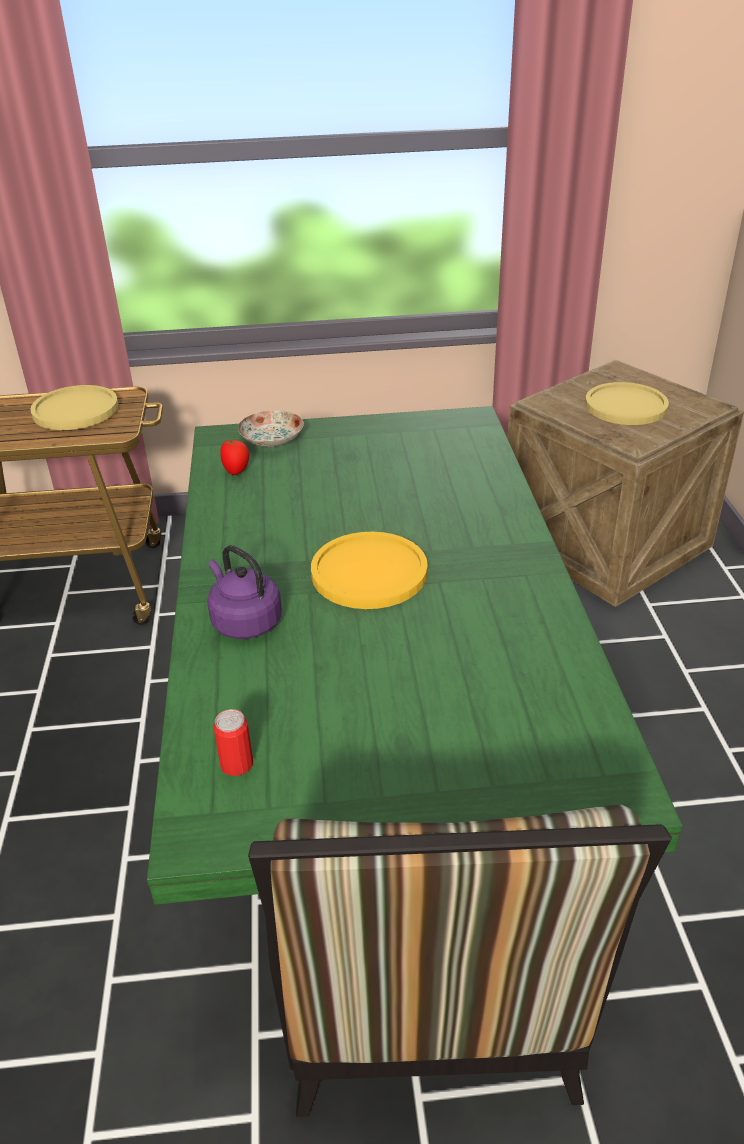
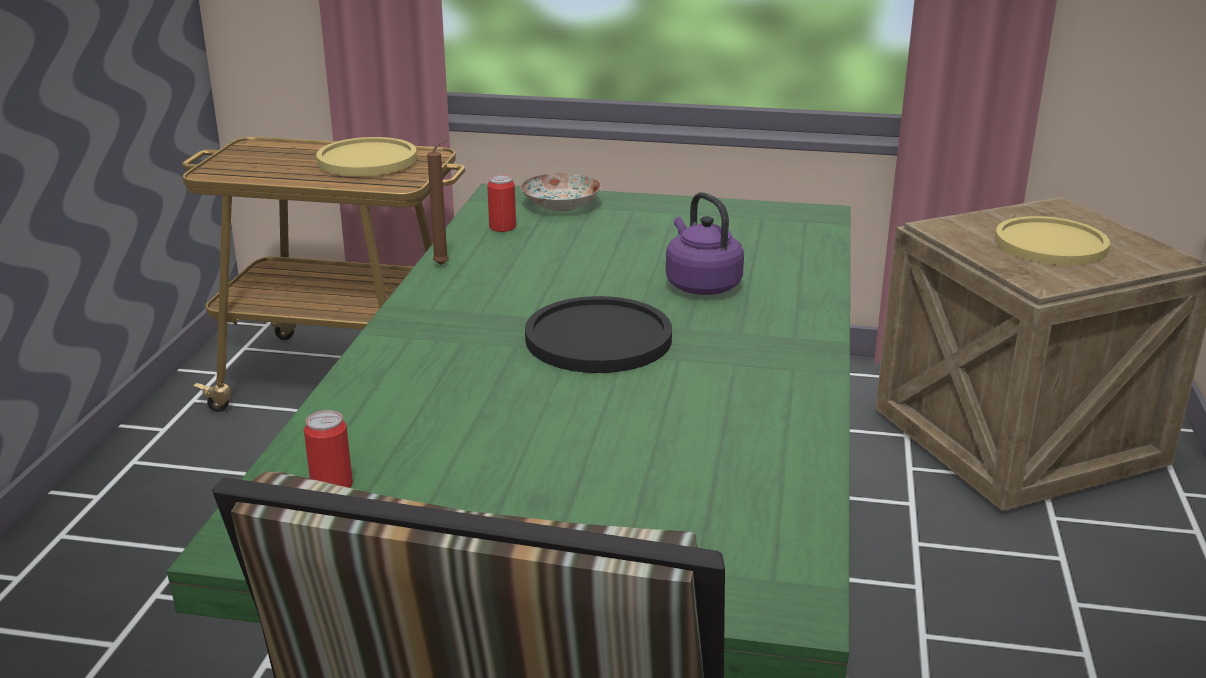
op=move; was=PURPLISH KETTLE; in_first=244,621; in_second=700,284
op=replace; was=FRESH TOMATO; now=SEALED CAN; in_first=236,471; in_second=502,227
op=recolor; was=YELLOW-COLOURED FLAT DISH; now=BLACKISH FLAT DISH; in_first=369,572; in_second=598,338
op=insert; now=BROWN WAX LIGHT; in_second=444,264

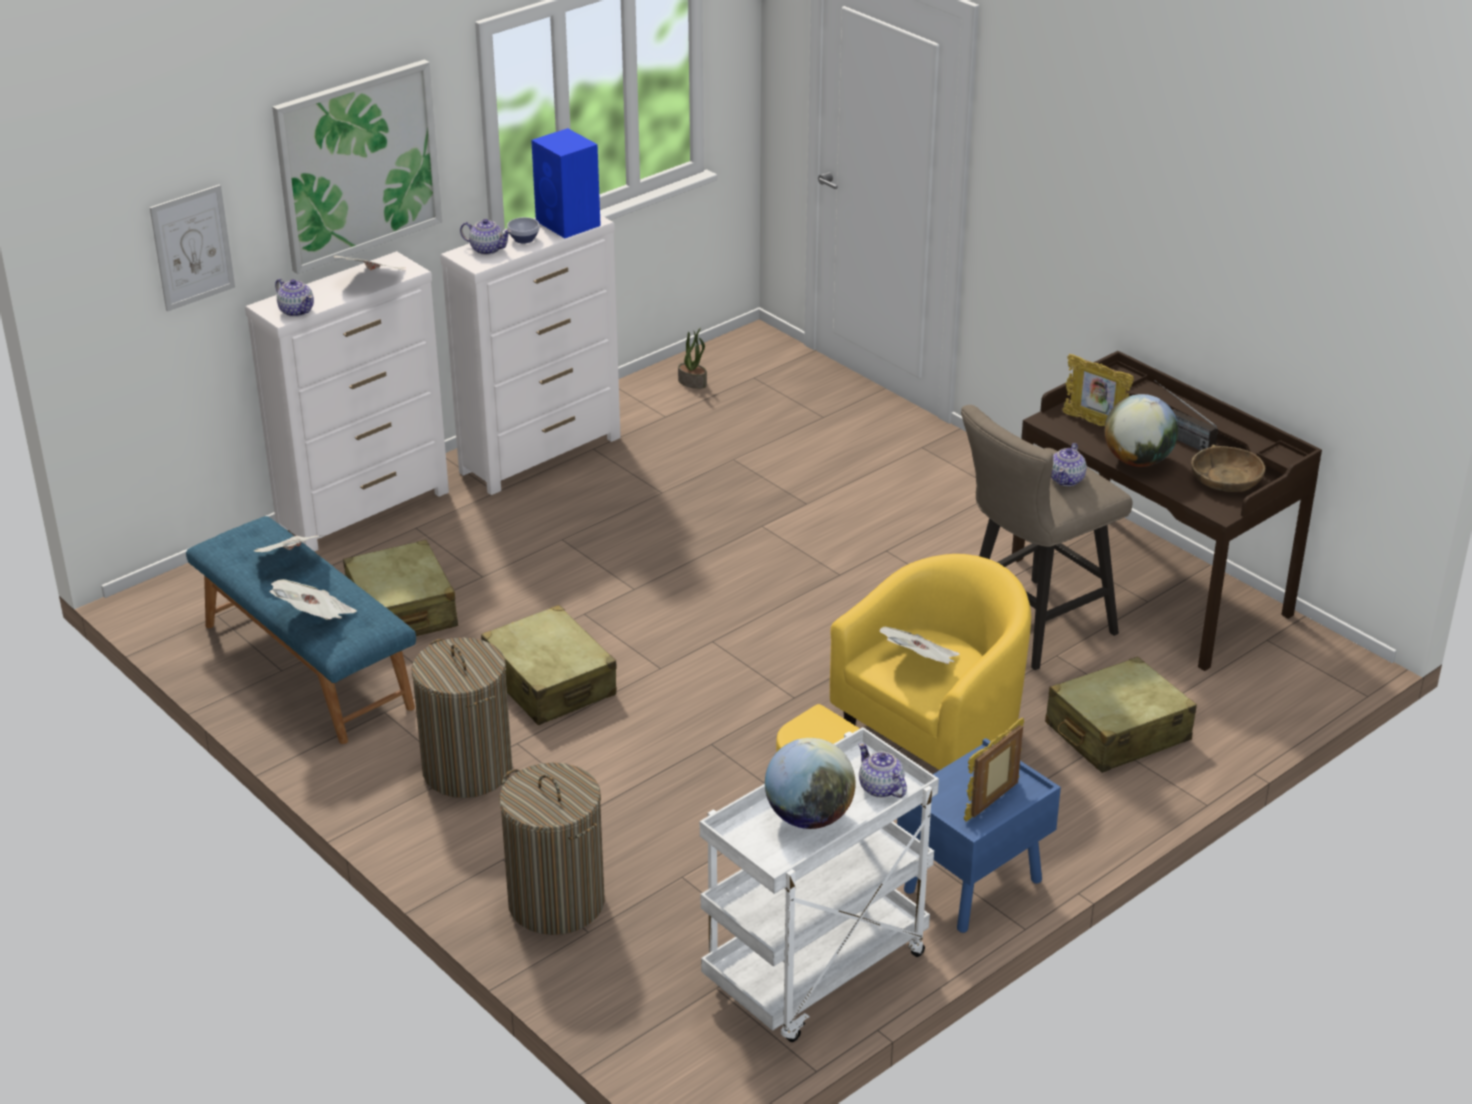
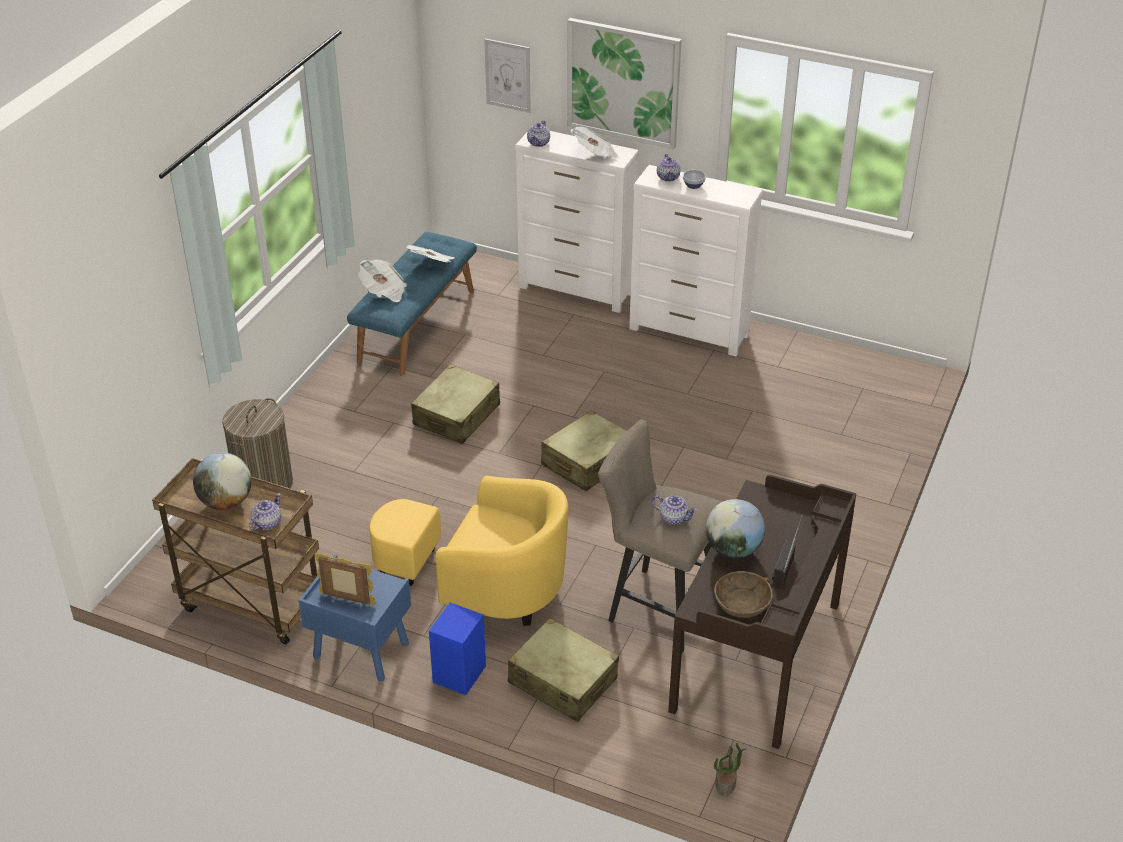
op=move; was=BEIGE-COLOURED TRAVEL CASE; in_first=402,611; in_second=587,462
op=delete; was=HAMPER; in_first=467,770
op=move; was=BLUISH LOUDSPEAKER; in_first=569,224; in_second=458,675
op=move; was=HOUSEPLANT; in_first=693,382; in_second=726,783
op=recolor; was=WHITE-COLOURED WHEELED CART; now=BROWN WHEELED CART; in_first=816,973; in_second=249,604
op=delete; was=NEWSPAPER; in_first=920,663
op=rotate; was=TEA POT; in_first=1067,479; in_second=673,518; clockwise=-150
op=delete; was=STANDING FRAME; in_first=1095,424

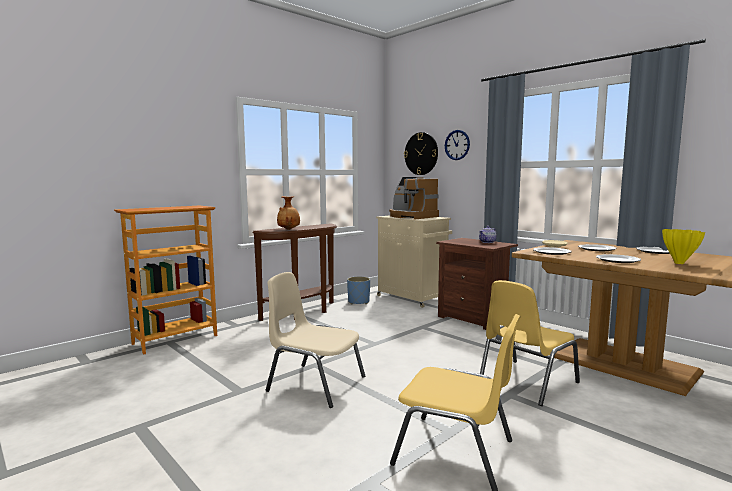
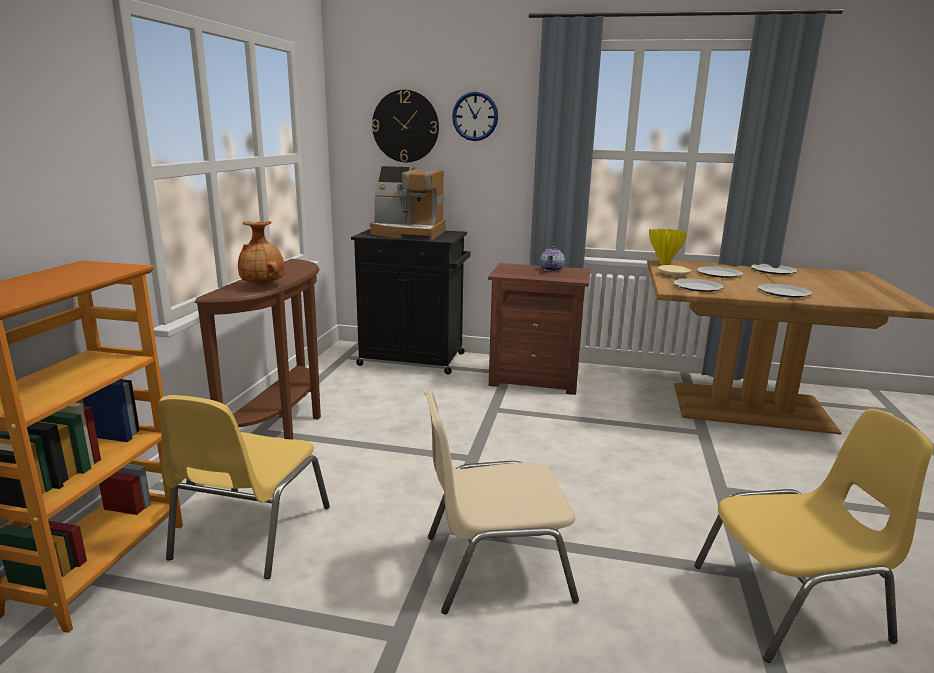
op=delete; was=BLUISH FLOWER POT; in_first=359,302
op=recolor; was=BEIGE-COLOURED STORAGE CABINET; now=BLACKISH STORAGE CABINET; in_first=413,298; in_second=414,359
op=move; was=YELLOW-COLOURED PLAIN CHAIR; in_first=526,382; in_second=249,533
op=move; was=YELLOW-COLOURED VASE; in_first=679,263; in_second=664,263

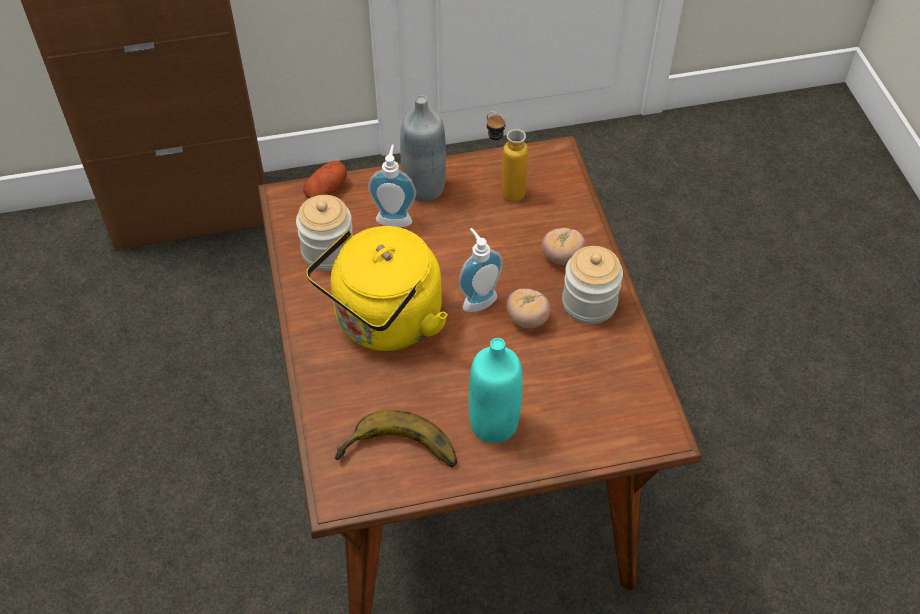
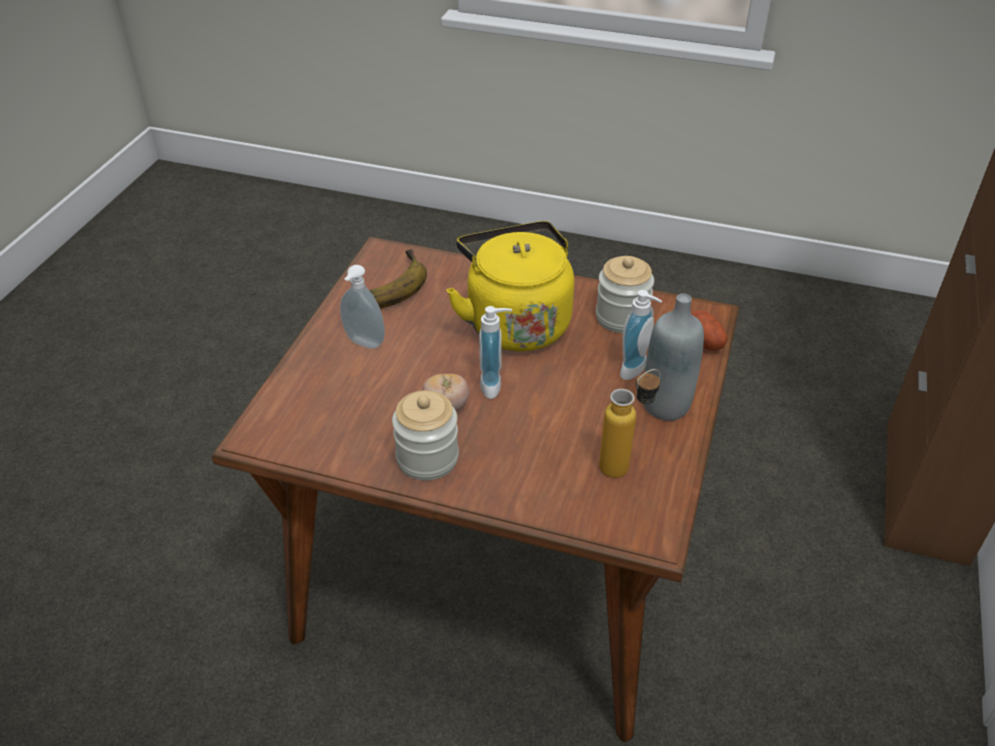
op=replace; was=TURQUOISE-COLOURED BOTTLE; now=SOAP BOTTLE; in_first=494,424; in_second=363,343
op=delete; was=FRESH TOMATO; in_first=562,257

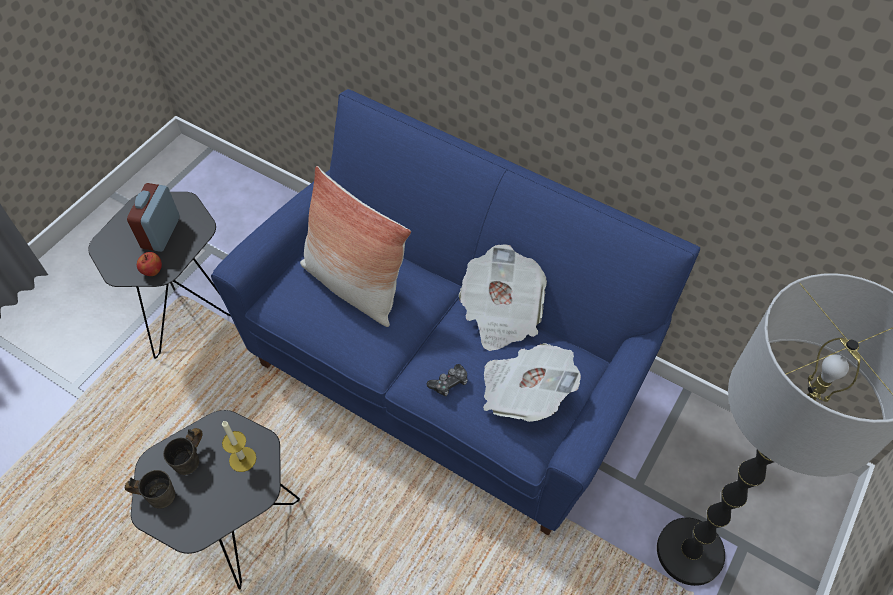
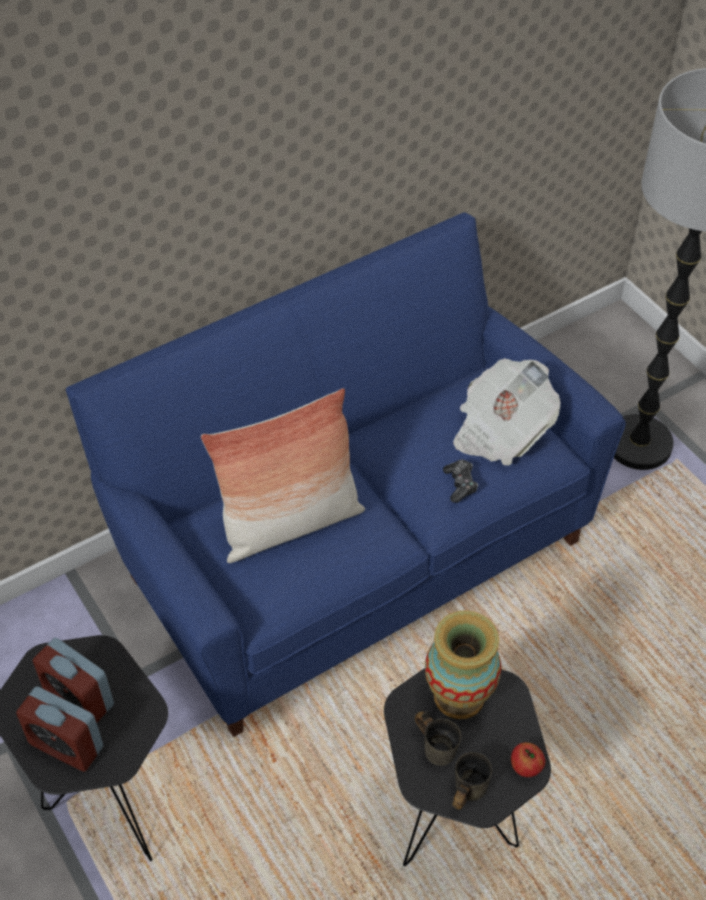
op=move; was=APPLE; in_first=152,271; in_second=526,767
op=replace; was=WAX LIGHT; now=VASE; in_first=242,459; in_second=459,696
op=delete; was=NEWSPAPER; in_first=501,312
op=insert; now=BEDSIDE CLOCK; in_second=66,745

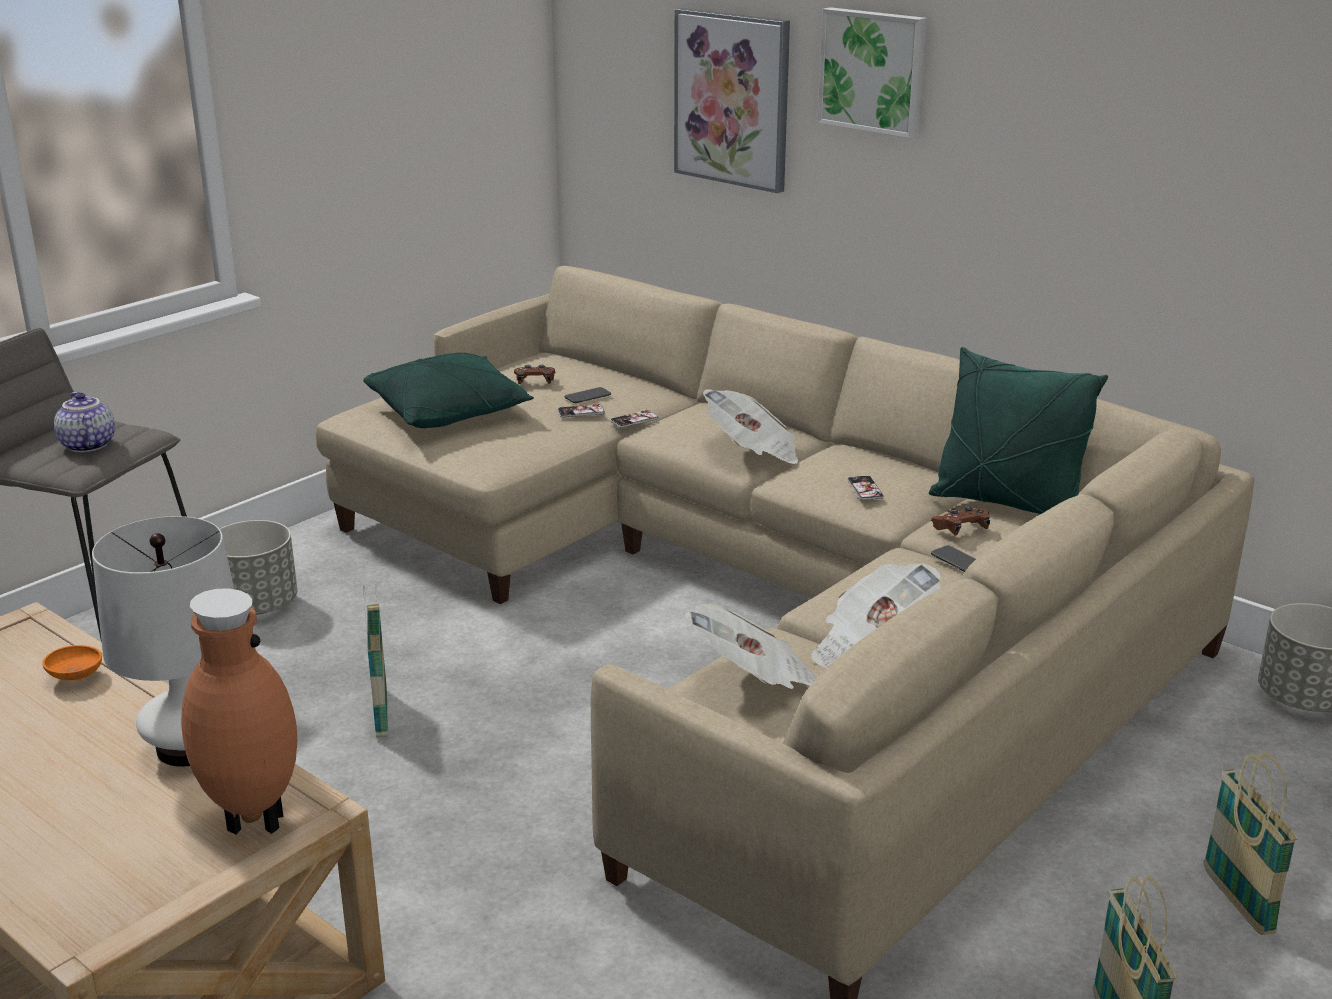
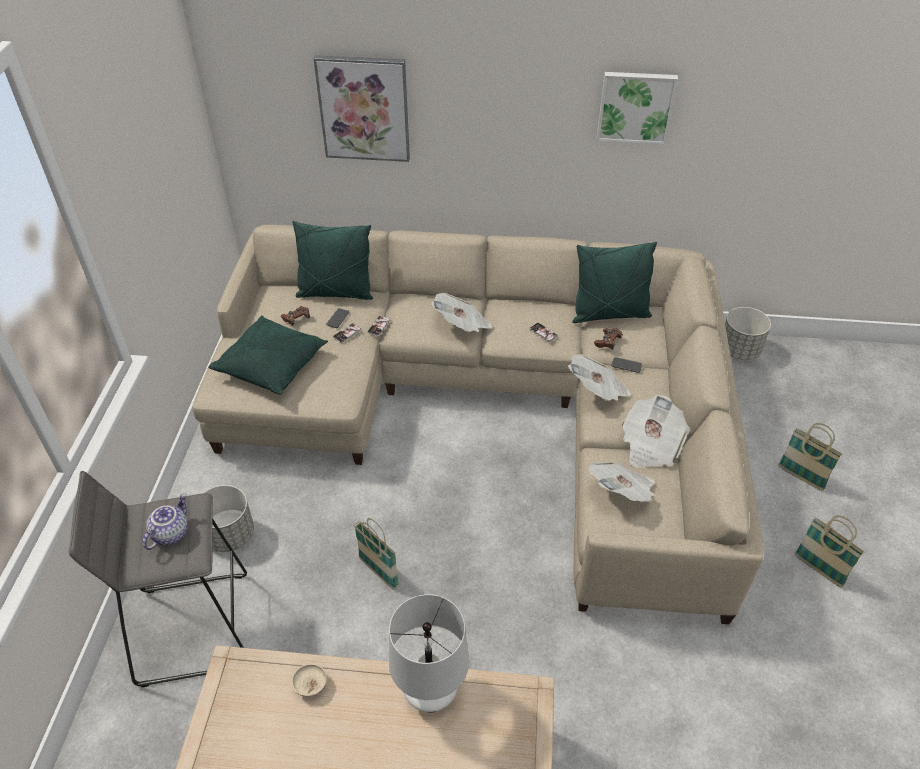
op=recolor; was=ORANGE DEEP DISH; now=BEIGE-COLOURED DEEP DISH; in_first=75,675; in_second=310,685
op=rotate; was=TEA POT; in_first=86,445; in_second=170,533; clockwise=90
op=delete; was=BROWN VASE; in_first=251,822
op=move; was=WALL ART; in_first=874,71; in_second=635,106
op=insert; now=GREEN CUSHION; in_second=336,292
op=insert; now=NEWSPAPER; in_second=597,390

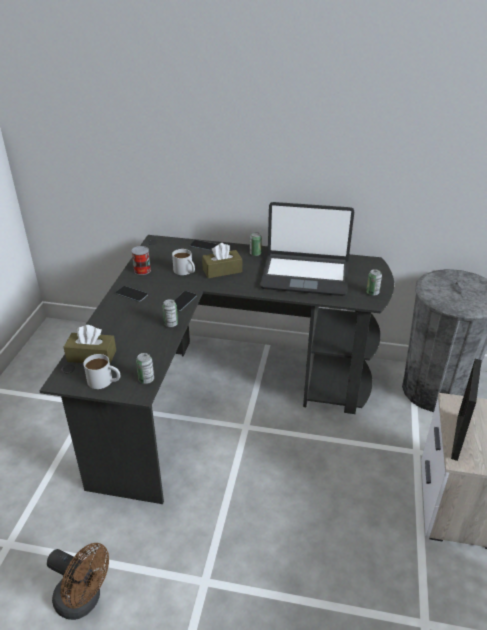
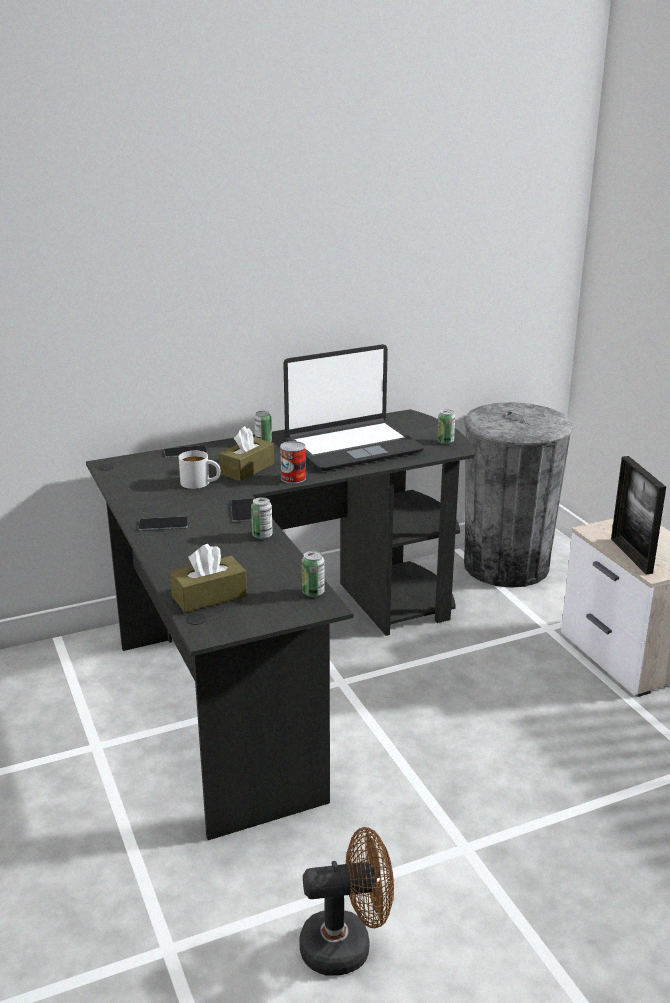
op=delete; was=WHITE-COLOURED MUG; in_first=104,381
op=move; was=SEALED CAN; in_first=142,270; in_second=293,478

